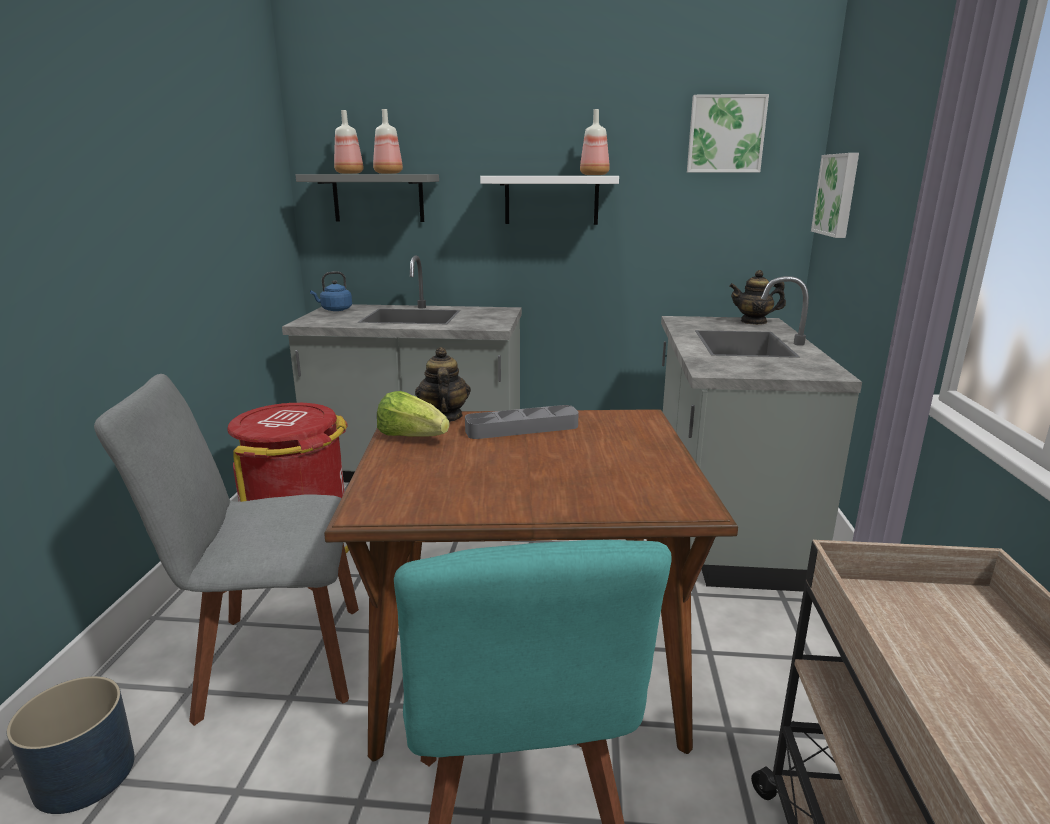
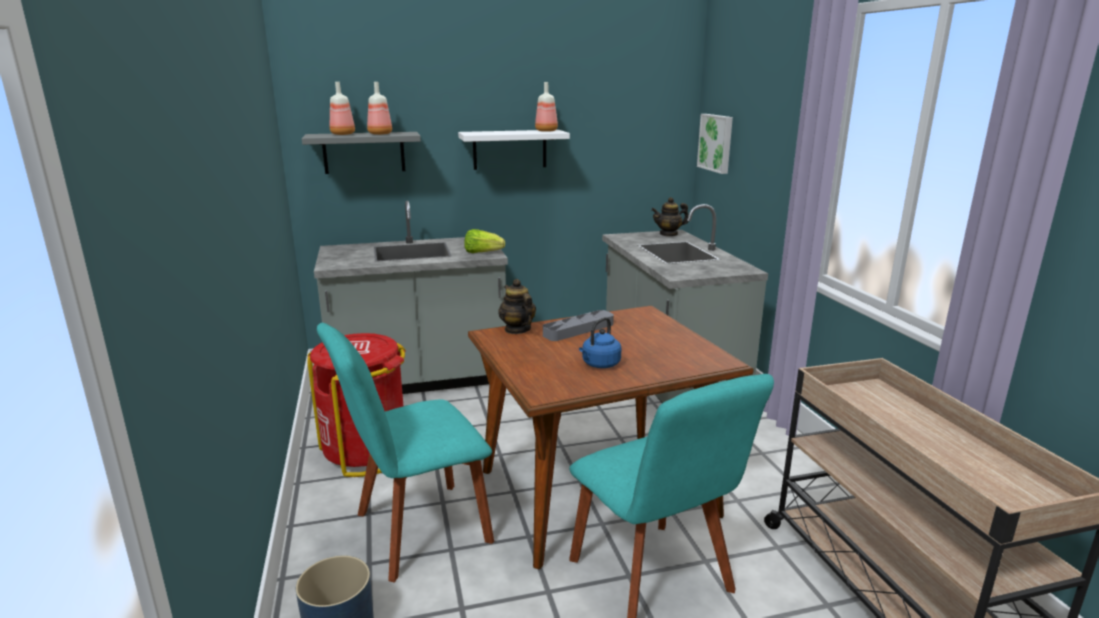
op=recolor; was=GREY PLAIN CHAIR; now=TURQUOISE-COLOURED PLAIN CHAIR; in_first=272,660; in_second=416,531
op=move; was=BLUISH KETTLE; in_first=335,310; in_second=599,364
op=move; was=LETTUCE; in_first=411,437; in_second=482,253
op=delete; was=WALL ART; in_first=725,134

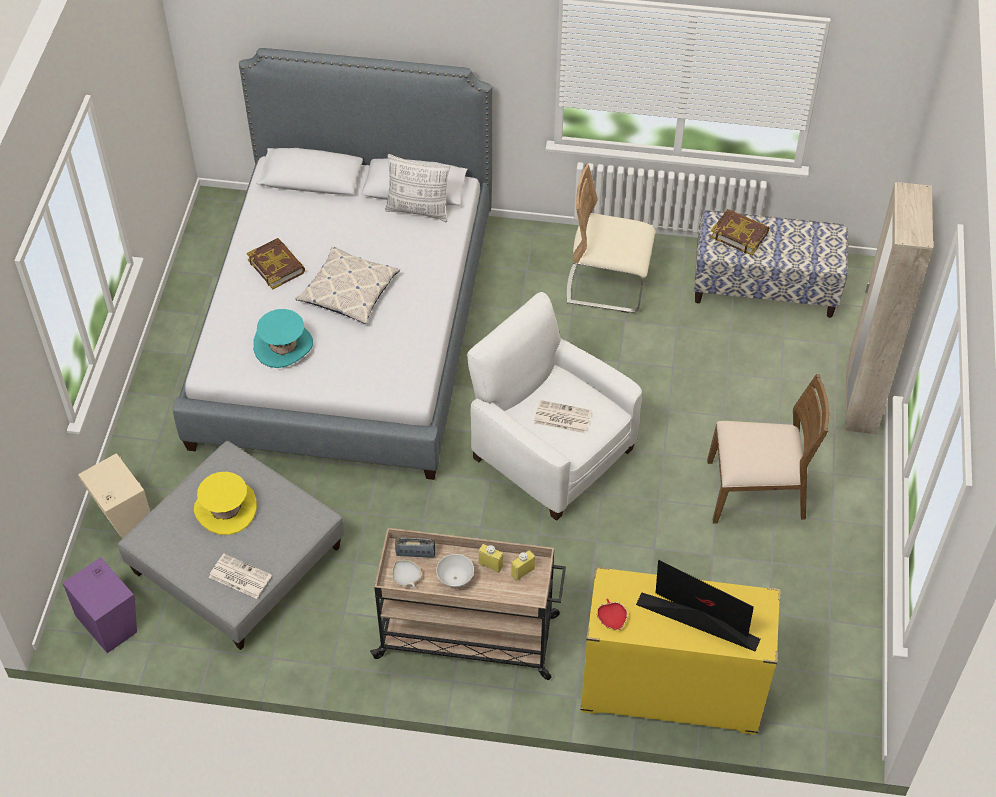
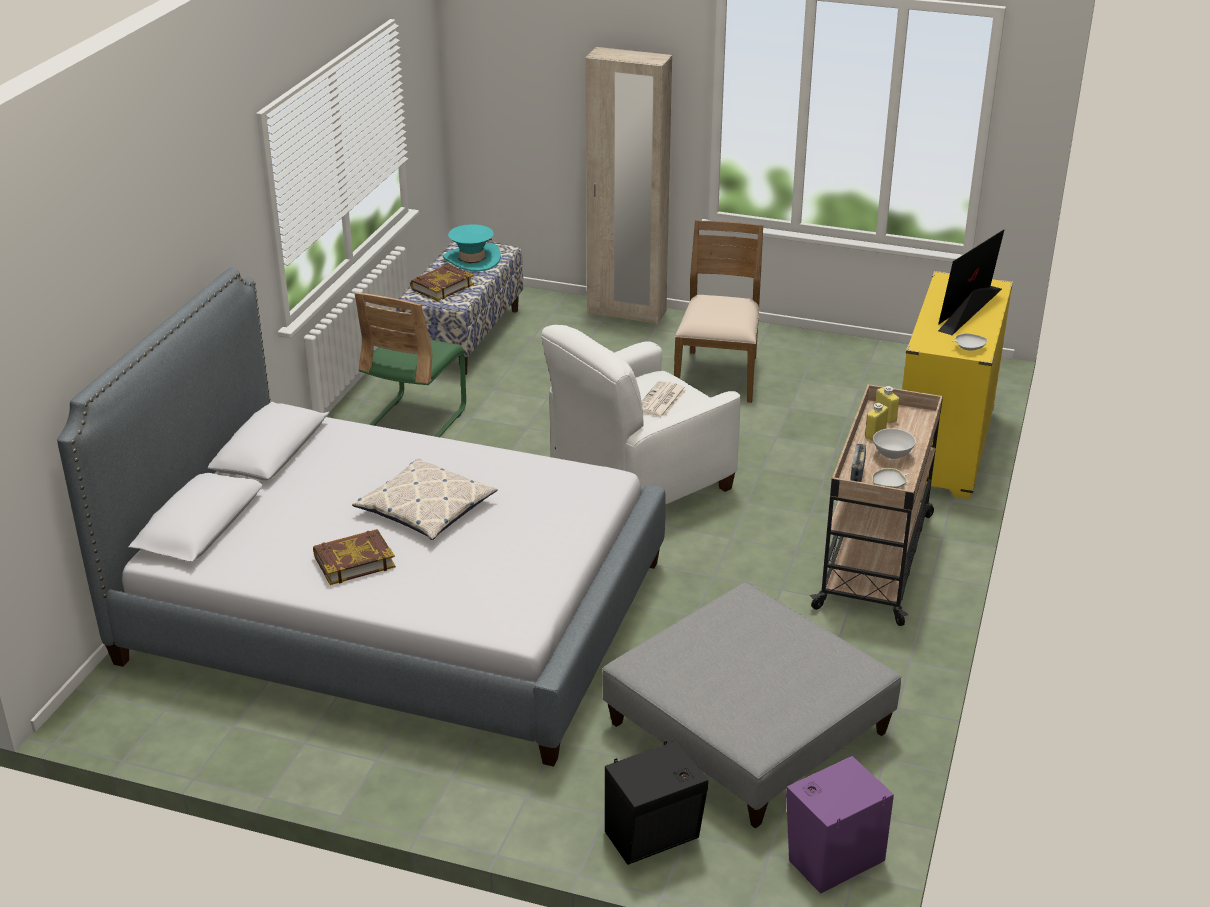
op=recolor; was=BEIGE-COLOURED LOUDSPEAKER; now=BLACKISH LOUDSPEAKER; in_first=123,516; in_second=655,837
op=delete; was=YELLOW-COLOURED HAT; in_first=226,509
op=delete; was=NEWSPAPER; in_first=239,576
op=move; was=TURQUOISE-COLOURED HAT; in_first=283,345; in_second=472,260
op=delete; was=CUSHION; in_first=418,210
op=recolor; was=BEIGE-COLOURED PLAIN CHAIR; now=GREEN PLAIN CHAIR; in_first=607,285; in_second=415,421
op=recolor; was=RED DEEP DISH; now=WHITE-COLOURED DEEP DISH; in_first=612,619; in_second=968,348

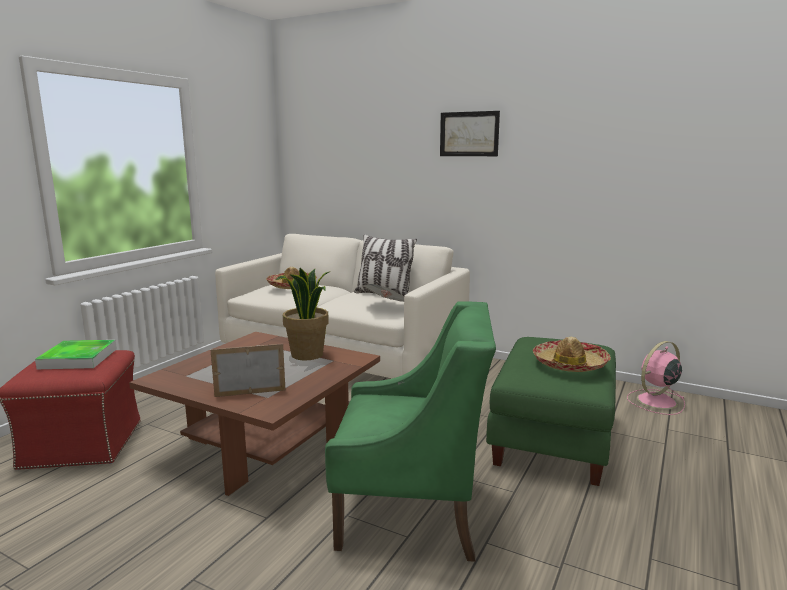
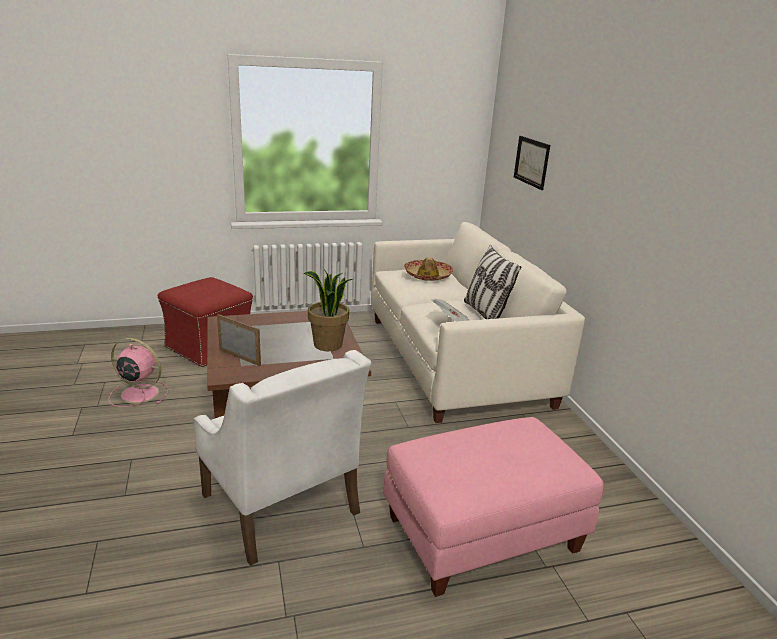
op=delete; was=SERVING TRAY; in_first=78,358
op=recolor; was=GREEN EASY CHAIR; now=WHITE-COLOURED EASY CHAIR; in_first=412,509; in_second=280,505
op=move; was=WALL ART; in_first=469,134; in_second=531,162
op=recolor; was=GREEN POUFFE; now=PINKISH POUFFE; in_first=553,439; in_second=482,535
op=delete; was=HAT; in_first=569,364
op=move; was=PINKISH ELECTRIC FAN; in_first=655,401; in_second=138,393

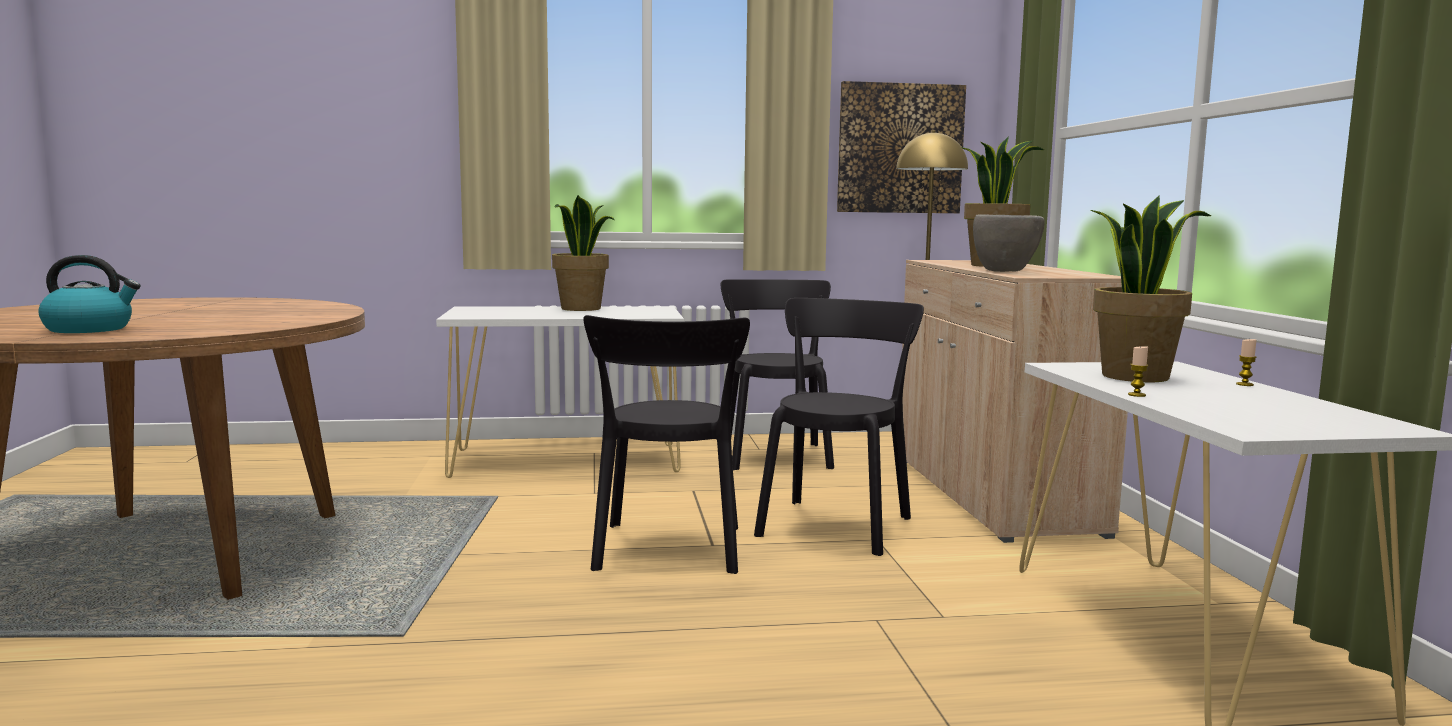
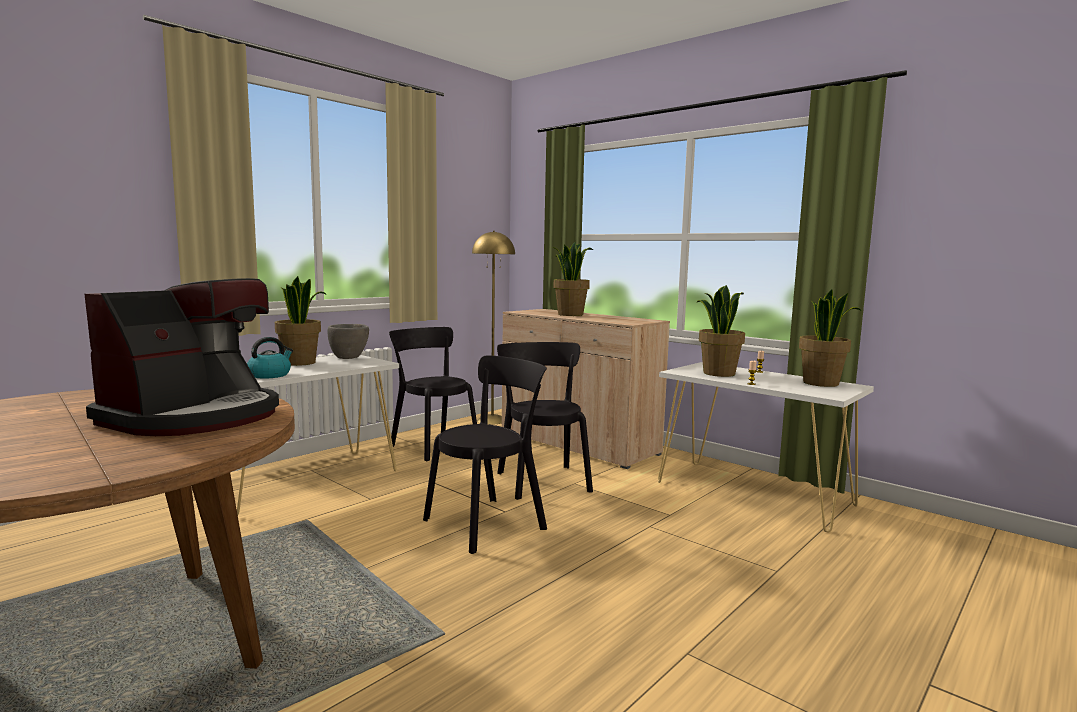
op=move; was=KETTLE; in_first=90,329; in_second=270,375
op=rotate; was=BLACKISH PLAIN CHAIR; in_first=668,551; in_second=489,523; clockwise=-90
op=delete; was=WALL ART; in_first=900,148
op=move; was=GREY DEEP DISH; in_first=1005,271; in_second=349,358
op=insert; now=COFFEE MACHINE; in_second=195,417
op=insert; now=HOUSEPLANT; in_second=821,383

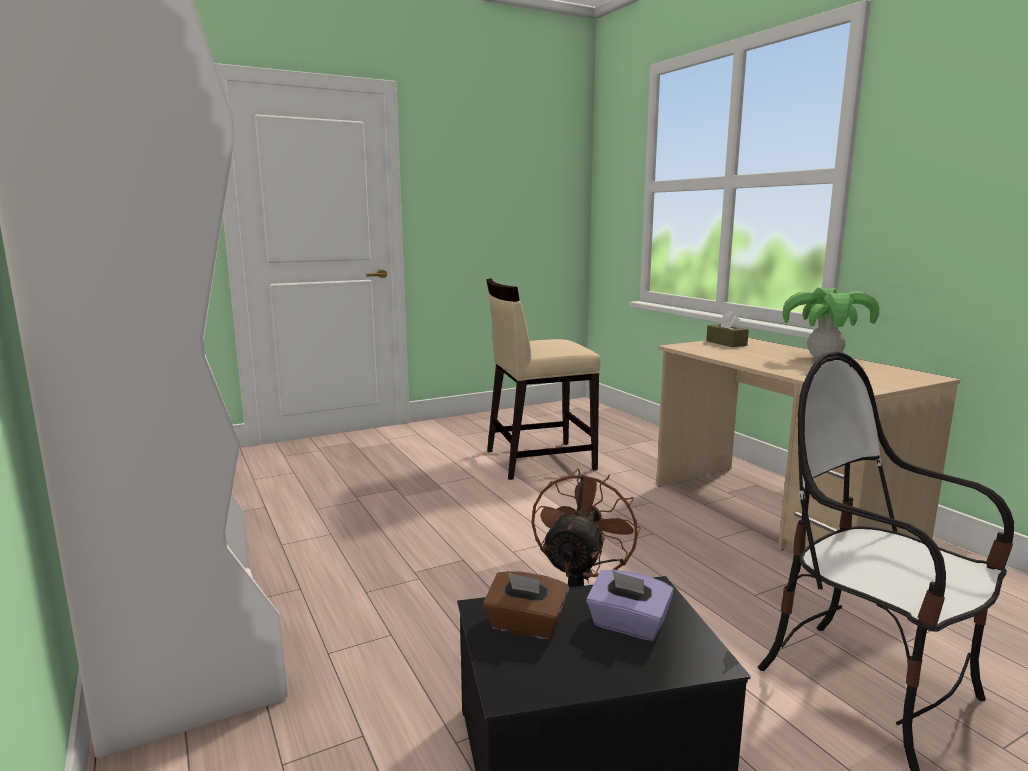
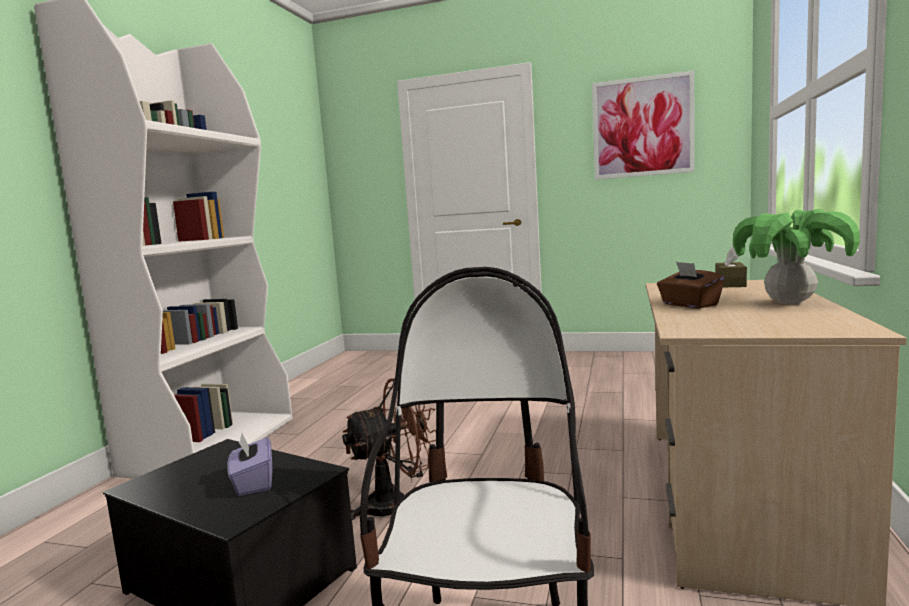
op=move; was=BROWN BOX OF TISSUES; in_first=525,626; in_second=689,305
op=delete; was=BEIGE-COLOURED PLAIN CHAIR; in_first=538,459
op=insert; now=WALL ART; in_second=642,127

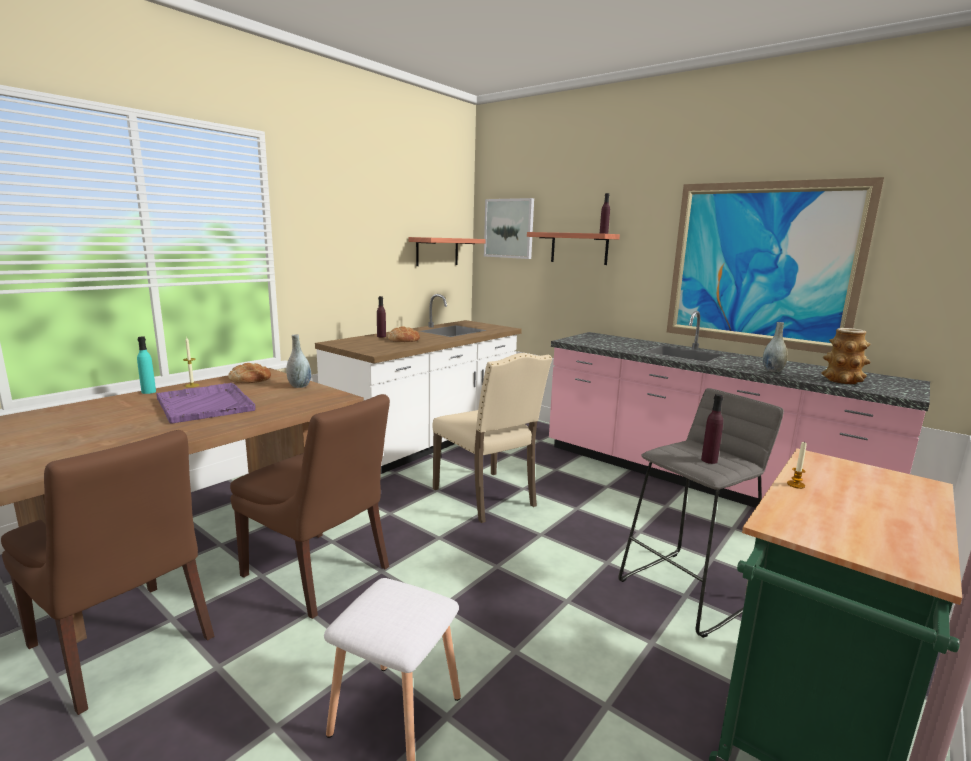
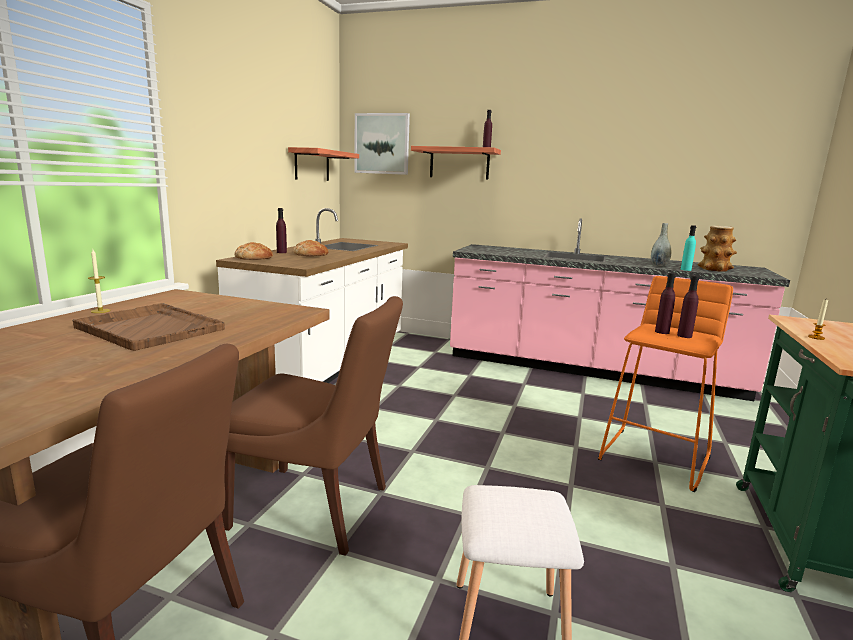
op=move; was=TURQUOISE-COLOURED BOTTLE; in_first=148,392; in_second=685,269
op=recolor; was=PURPLISH SERVING TRAY; now=BROWN SERVING TRAY; in_first=205,404; in_second=149,328
op=move; was=BAKERY BREAD; in_first=250,379; in_second=254,258
op=delete; was=GREY VASE; in_first=299,386
op=delete; was=BEIGE-COLOURED PLAIN CHAIR; in_first=487,497
op=recolor; was=GREY SITTING STOOL; now=ORANGE SITTING STOOL; in_first=688,591; in_second=655,458
op=delete; was=WALL ART; in_first=761,265
op=insert; now=PURPLISH BOTTLE; in_second=662,332

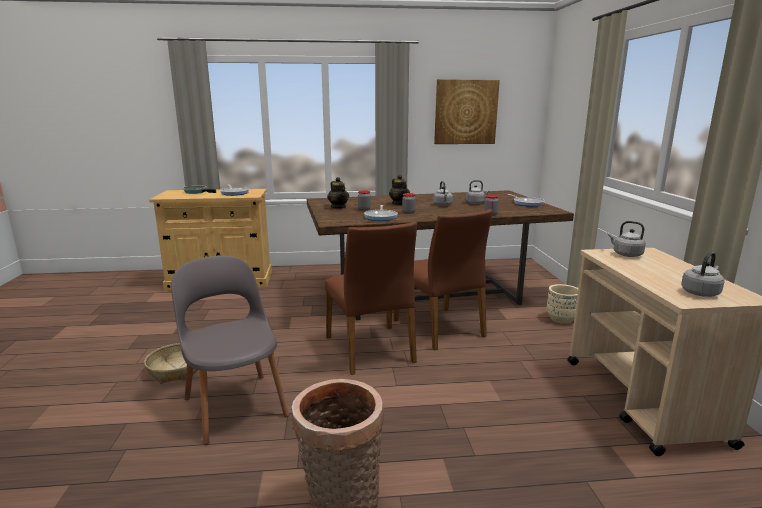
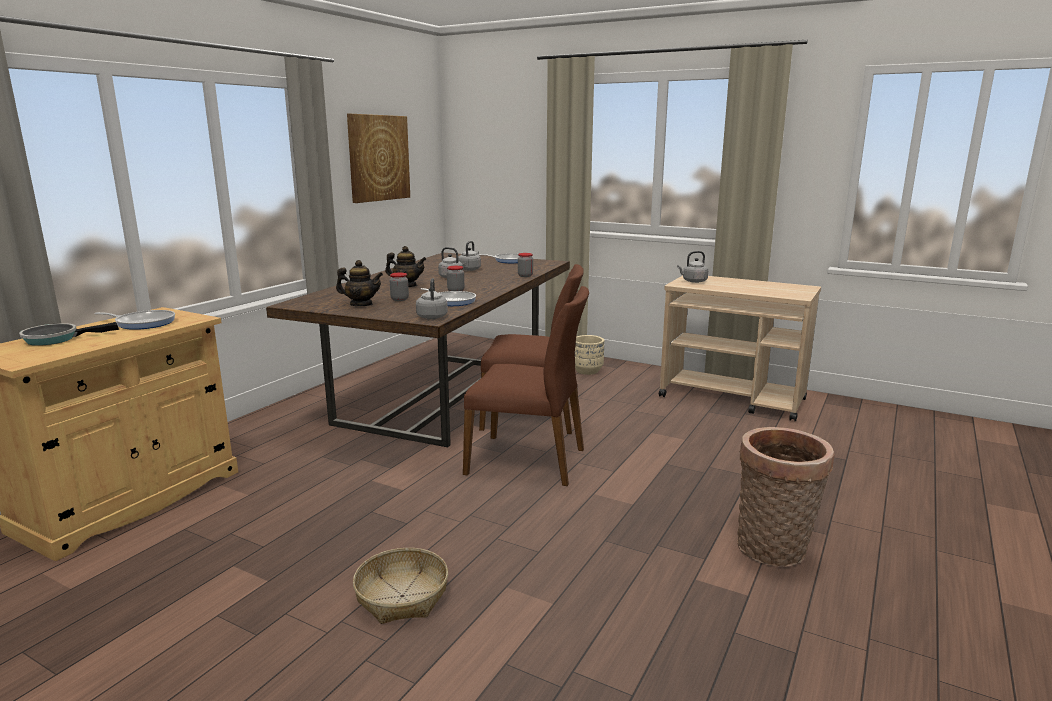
op=delete; was=GREY PLAIN CHAIR; in_first=235,404
op=move; was=GREY KETTLE; in_first=701,292; in_second=432,316

